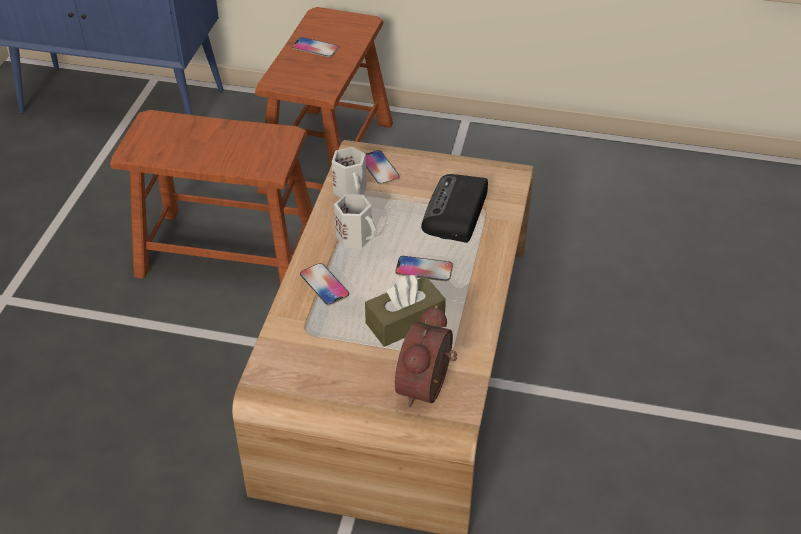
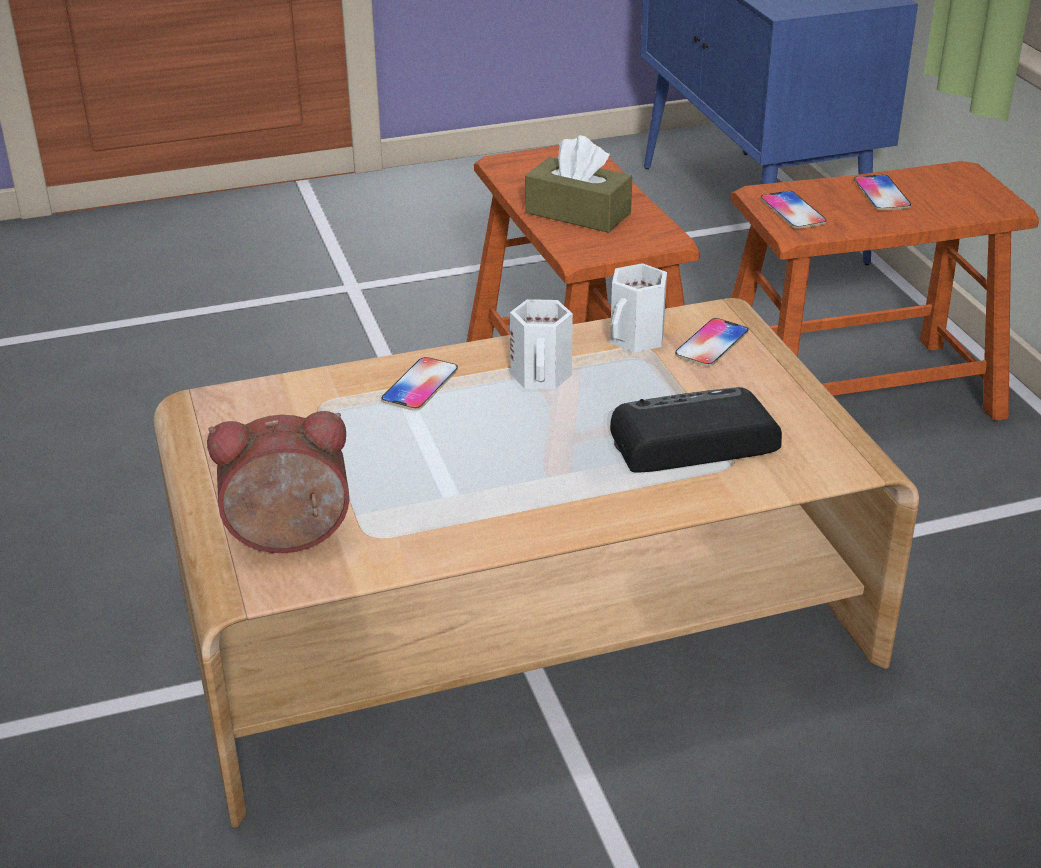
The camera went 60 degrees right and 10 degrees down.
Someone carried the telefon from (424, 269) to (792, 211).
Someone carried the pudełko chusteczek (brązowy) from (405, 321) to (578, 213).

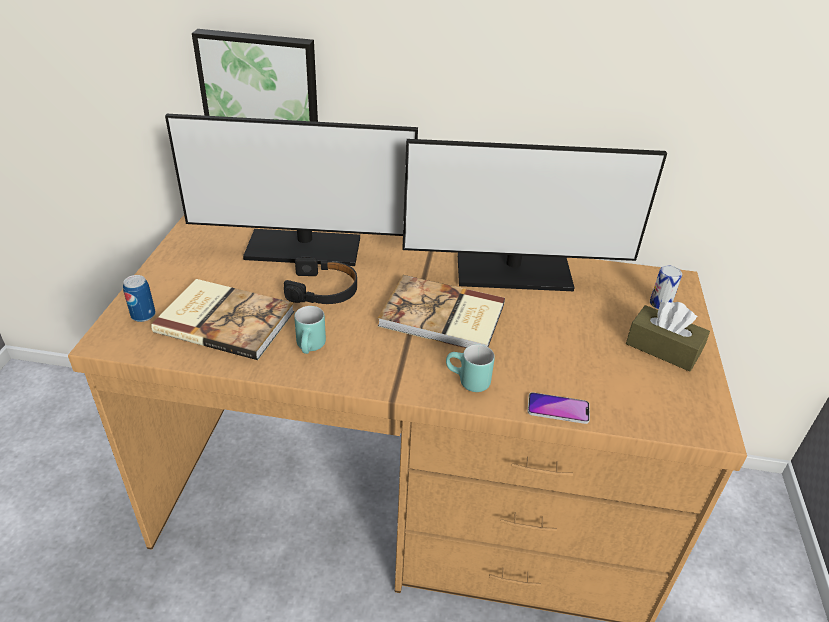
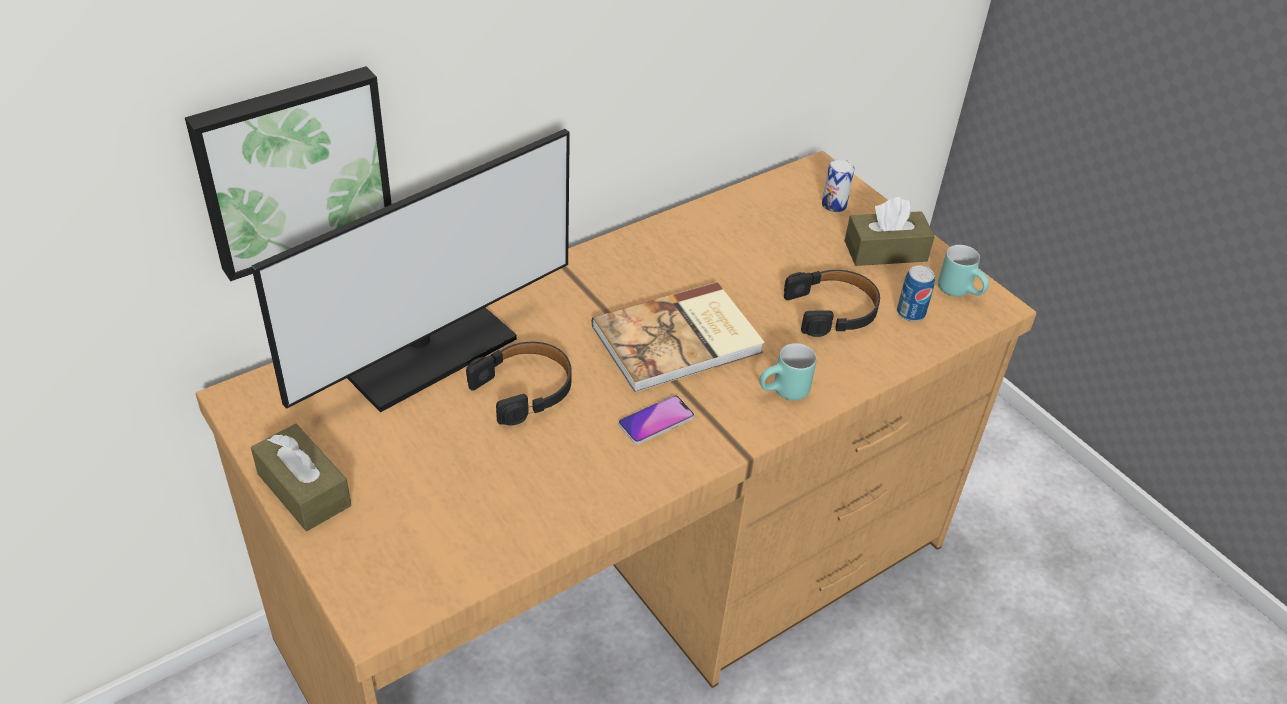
The camera went 45 degrees left and 5 degrees up.
Someone took away the monitor at (513, 273).
Someone carried the puszka from (143, 315) to (910, 313).
Someone took away the książka at (225, 320).
Someone carried the kubek (turkusowy) from (312, 348) to (961, 291).
Someone carried the telefon from (558, 409) to (656, 421).
Someone put down the słuchawki (czarny) at (832, 310).
Someone put down the pudełko chusteczek (brązowy) at (304, 490).

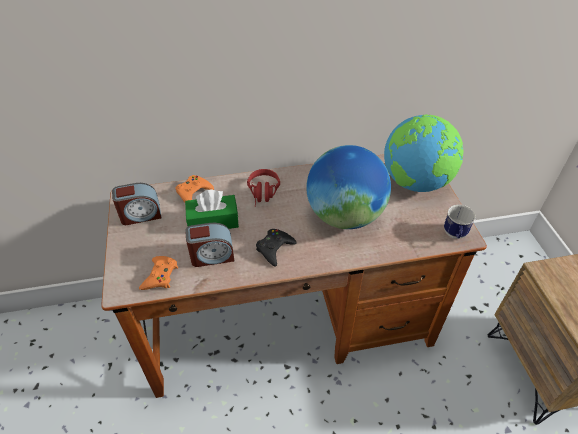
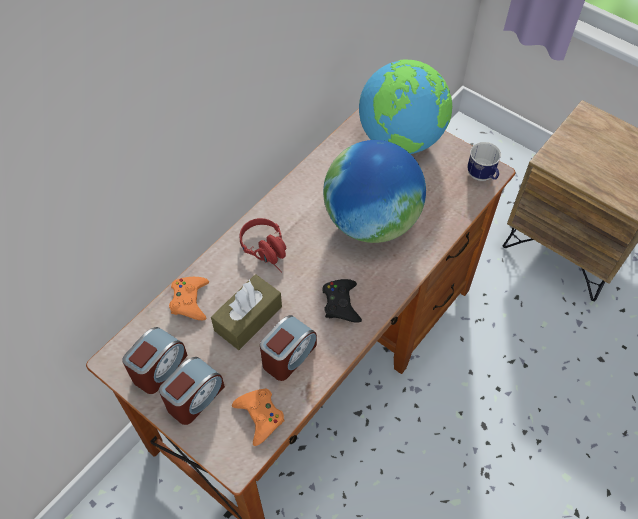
The camera went 40 degrees left and 10 degrees up.
Someone repainted the pudełko chusteczek (zielony) at (213, 221), which became the pudełko chusteczek (brązowy) at (248, 318).
Someone put down the budzik at (195, 398).

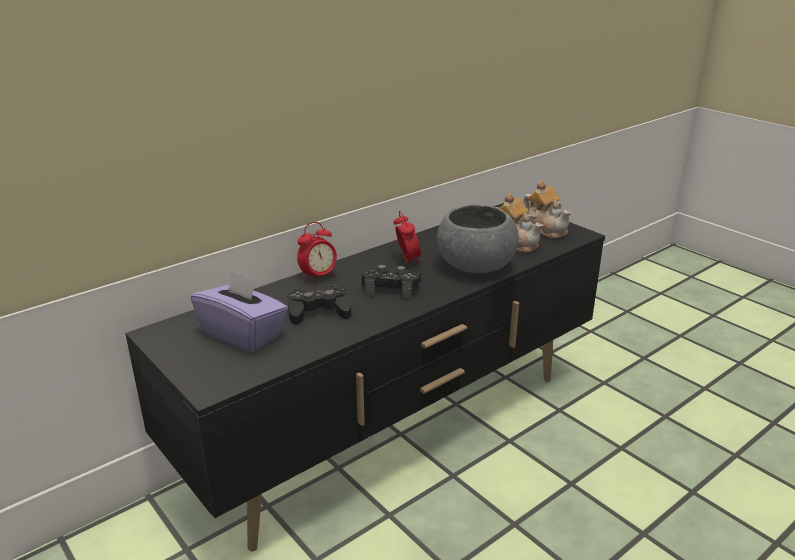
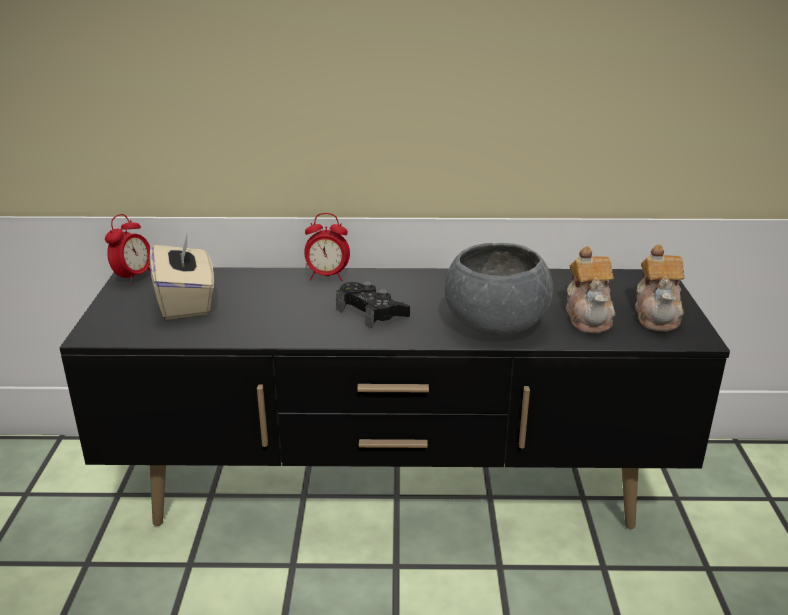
The camera went 40 degrees right and 0 degrees up.
Someone carried the budzik from (407, 261) to (133, 277).
Someone repainted the pudełko chusteczek (fioletowy) at (243, 334), which became the pudełko chusteczek (beżowy) at (186, 302).
Someone took away the pad do gier (czarny) at (319, 311).

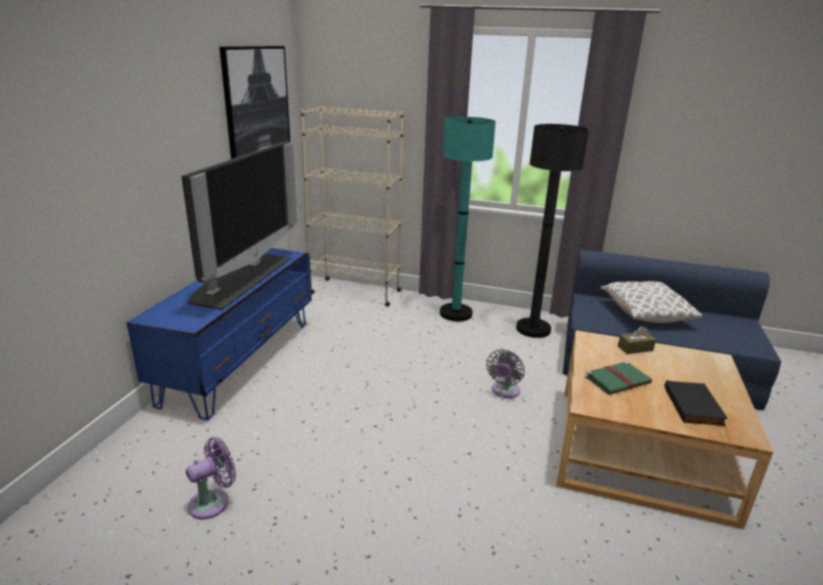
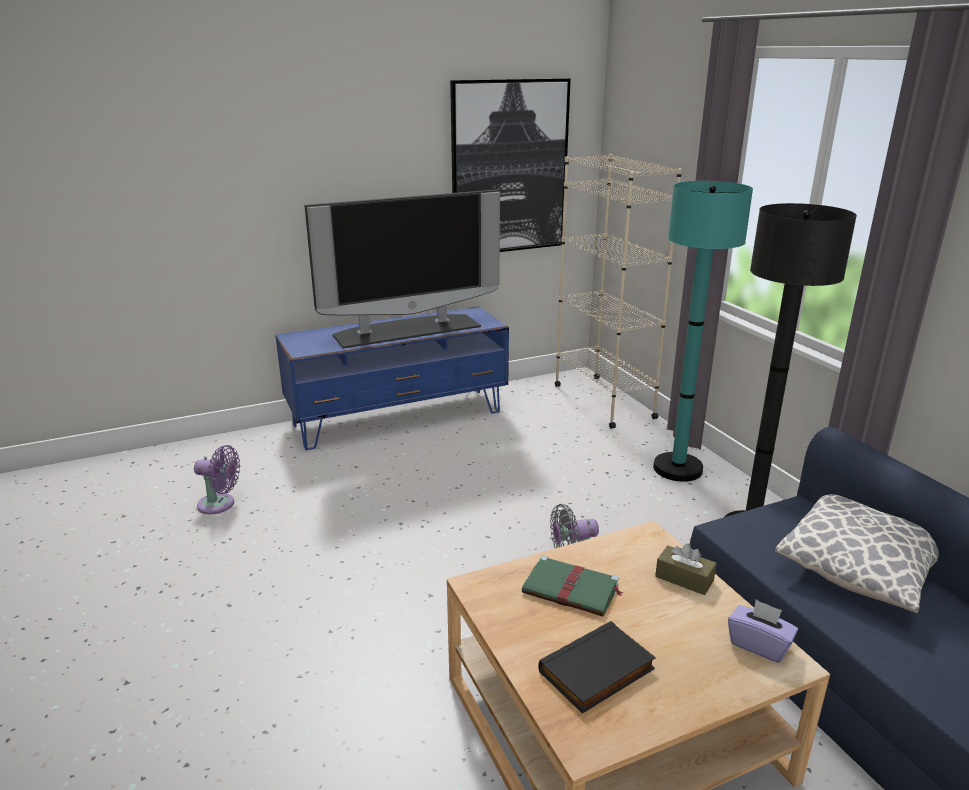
The camera went 50 degrees right and 0 degrees up.
Someone put down the pudełko chusteczek (fioletowy) at (759, 645).

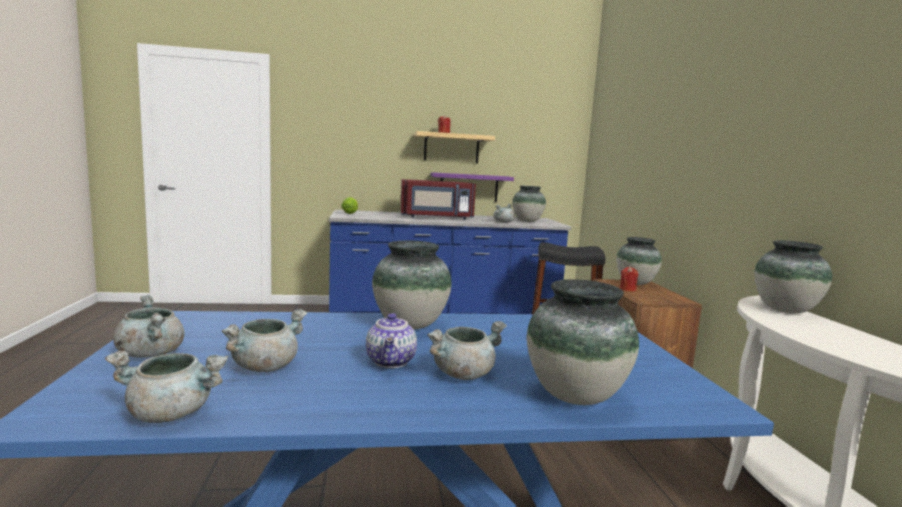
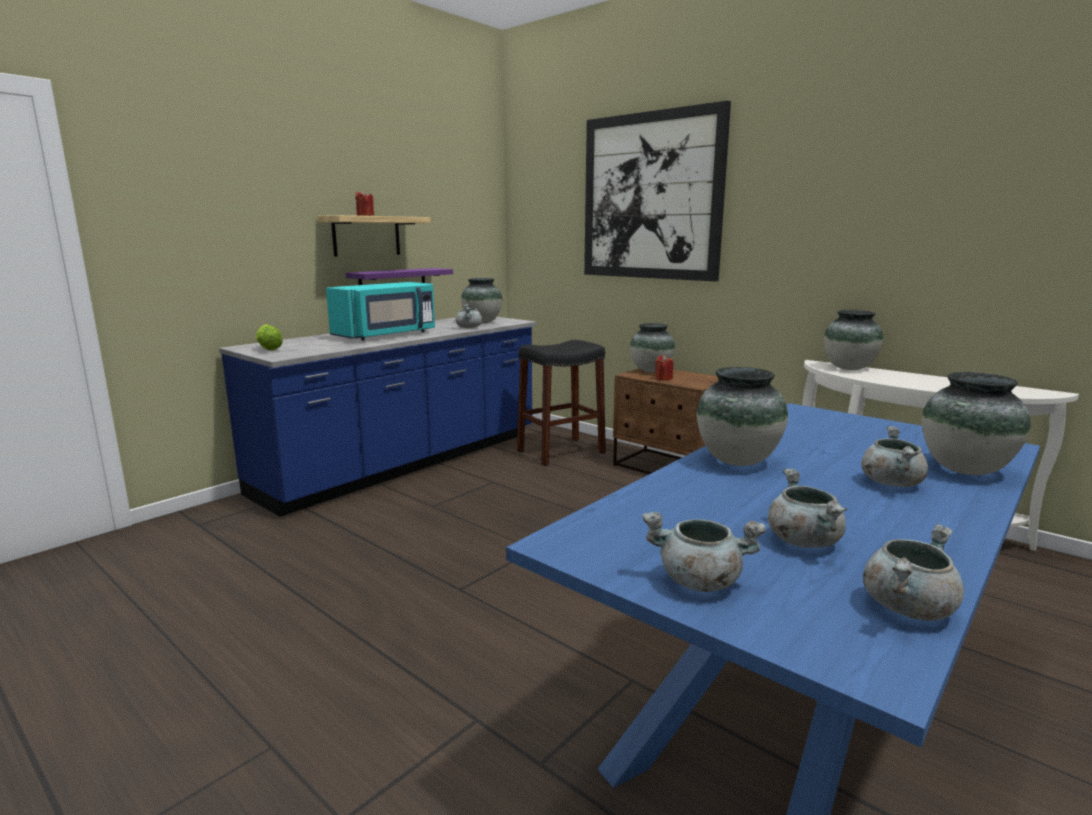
The camera went 40 degrees left and 5 degrees up.
Someone repainted the mikrofalówka (czerwony) at (436, 217), which became the mikrofalówka (turkusowy) at (387, 335).
Someone took away the imbryk at (392, 362).
Someone put up the obraz at (651, 197).

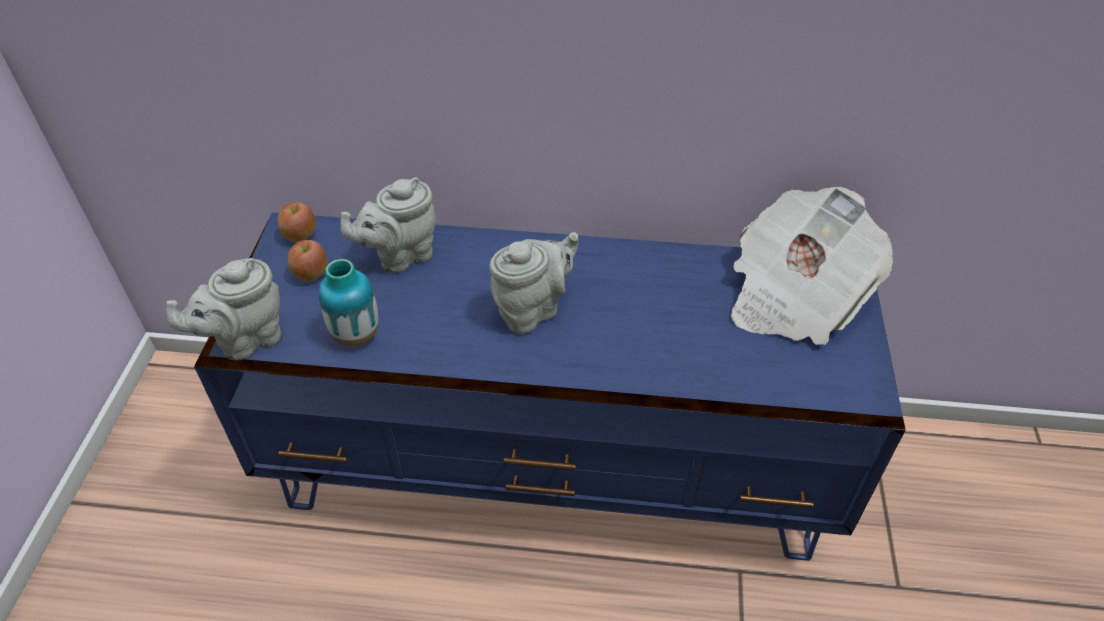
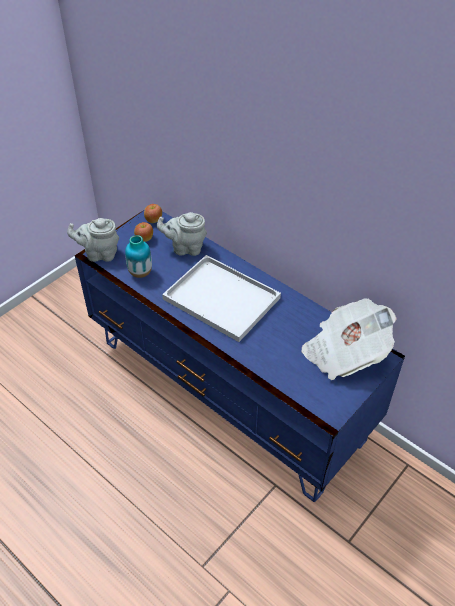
The camera went 35 degrees right and 0 degrees up.
Someone swapped the imbryk (szary) at (533, 309) for the taca (biały) at (219, 298).

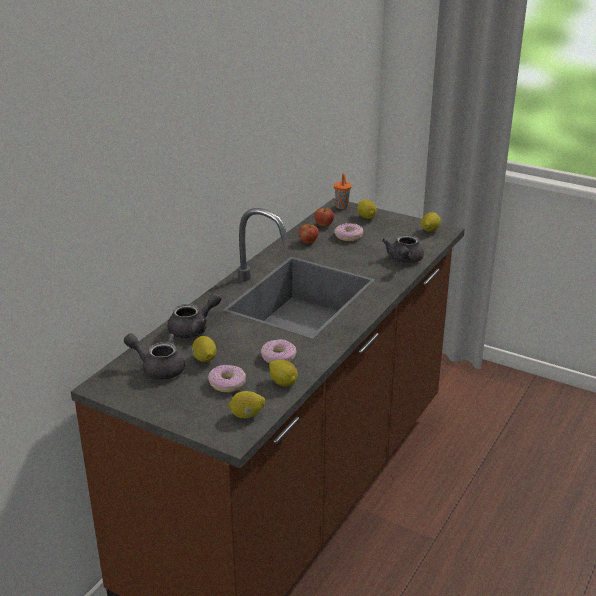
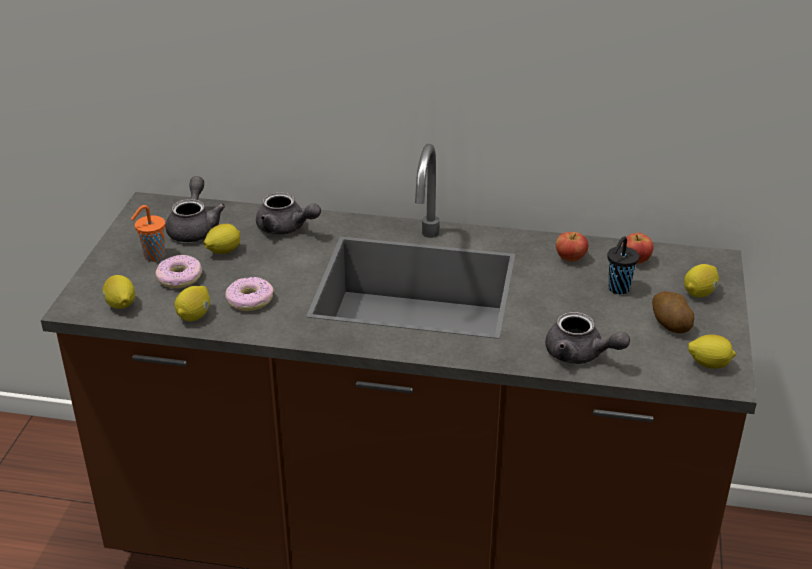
The camera went 70 degrees right and 5 degrees up.
Someone carried the filiżanka (pomarańczowy) from (342, 207) to (153, 257).
Someone swapped the donut at (349, 236) for the filiżanka (czarny) at (618, 289).
Someone rotated the imbryk (szary) at (404, 260) by 135 degrees counterclockwise.
Someone put down the ziemniak at (669, 324).

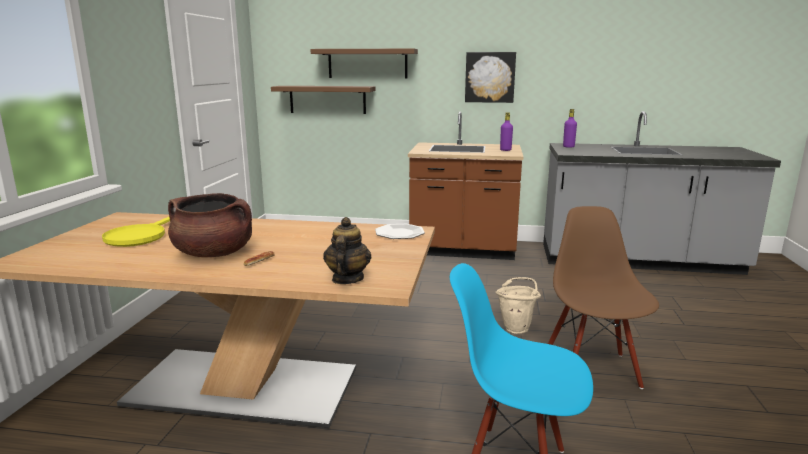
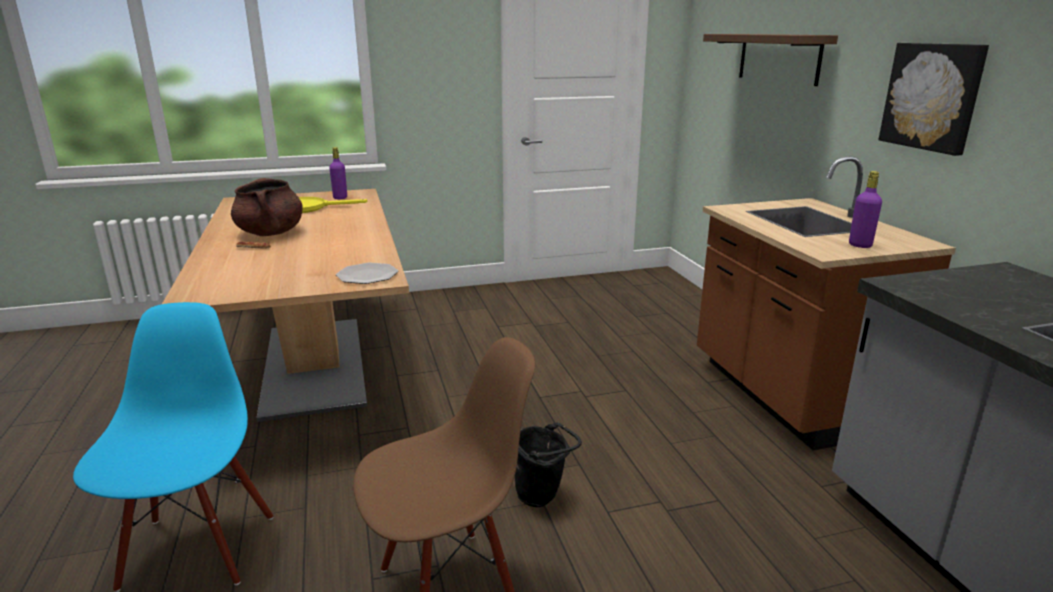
The camera went 65 degrees right and 5 degrees up.
Someone took away the półka (brązowy) at (327, 99).
Someone carried the butelka (fioletowy) from (568, 147) to (340, 198).
Someone took away the imbryk at (347, 279).
Someone repainted the wiadro (beżowy) at (517, 328), which became the wiadro (czarny) at (543, 497).

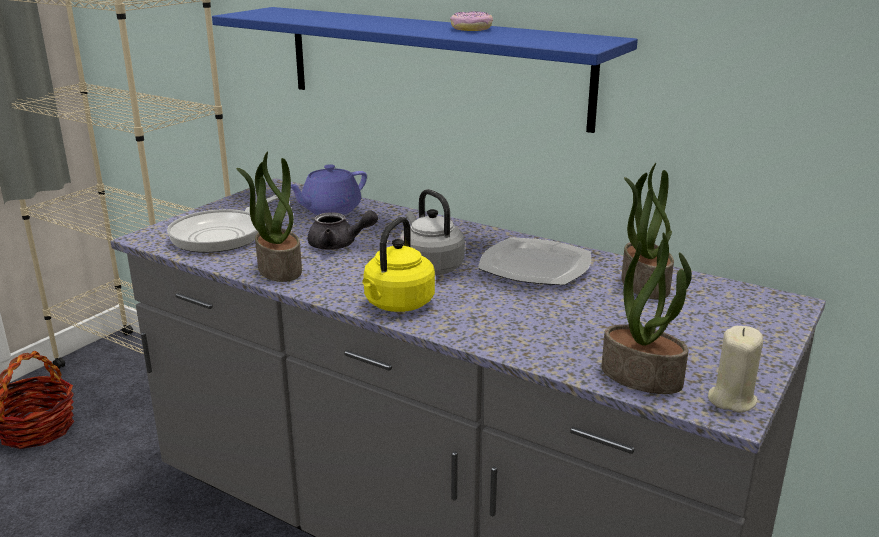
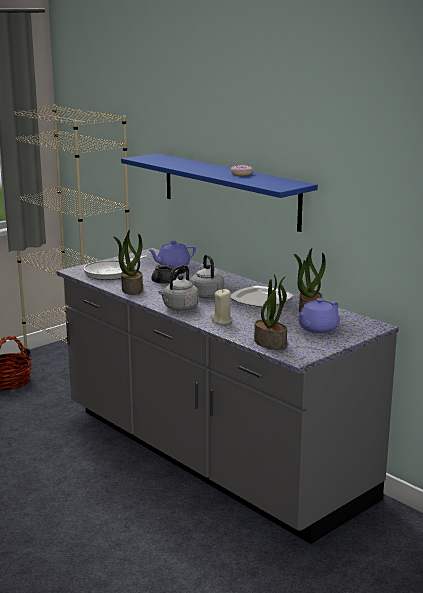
The camera went 15 degrees right and 5 degrees down.
Someone repainted the czajnik (żółty) at (397, 304), which became the czajnik (szary) at (179, 308).
Someone carried the świeca (beżowy) from (731, 399) to (222, 321).
Someone put down the imbryk (fioletowy) at (317, 329).

